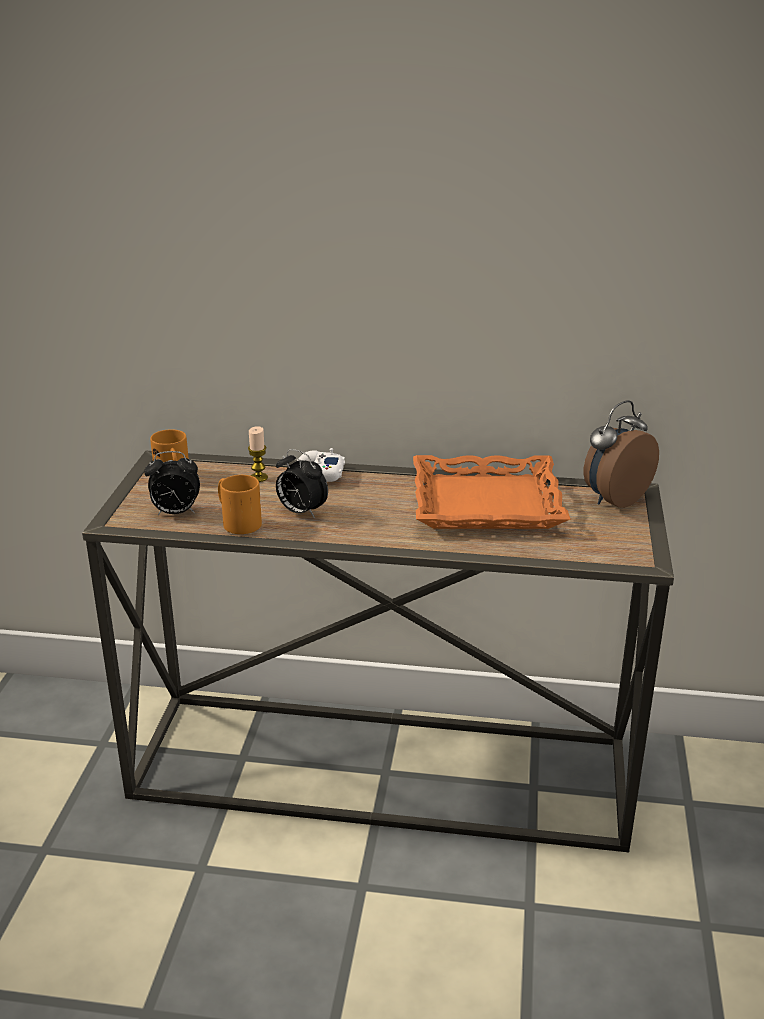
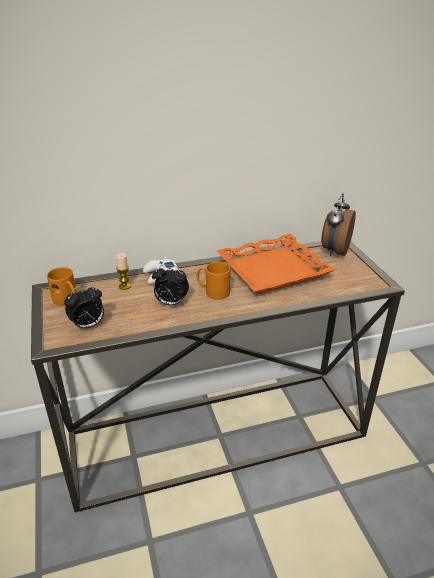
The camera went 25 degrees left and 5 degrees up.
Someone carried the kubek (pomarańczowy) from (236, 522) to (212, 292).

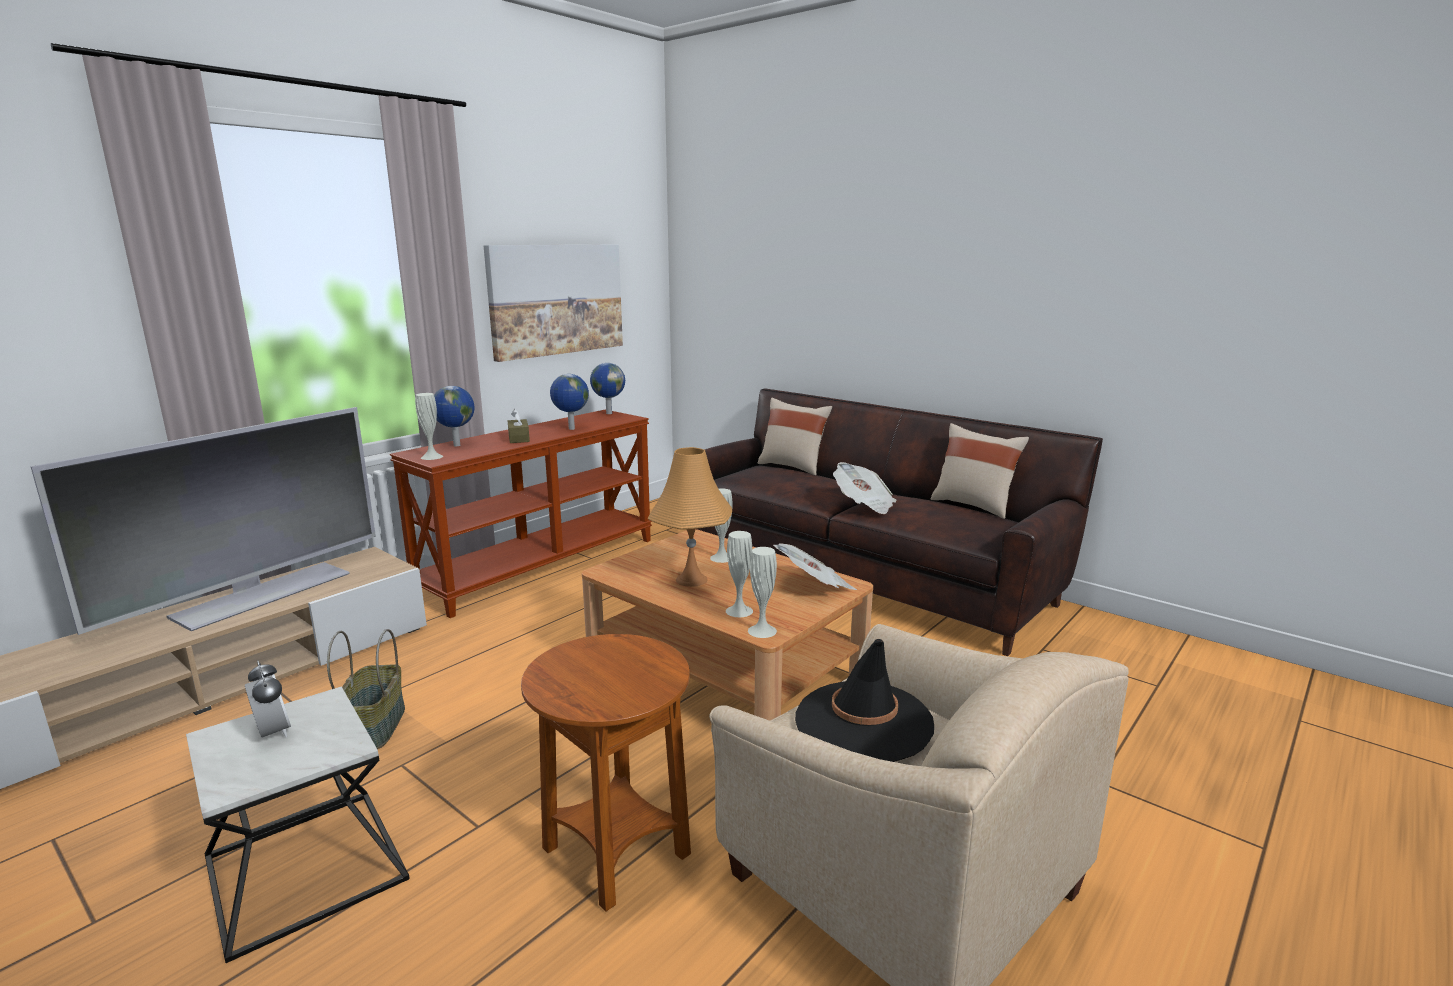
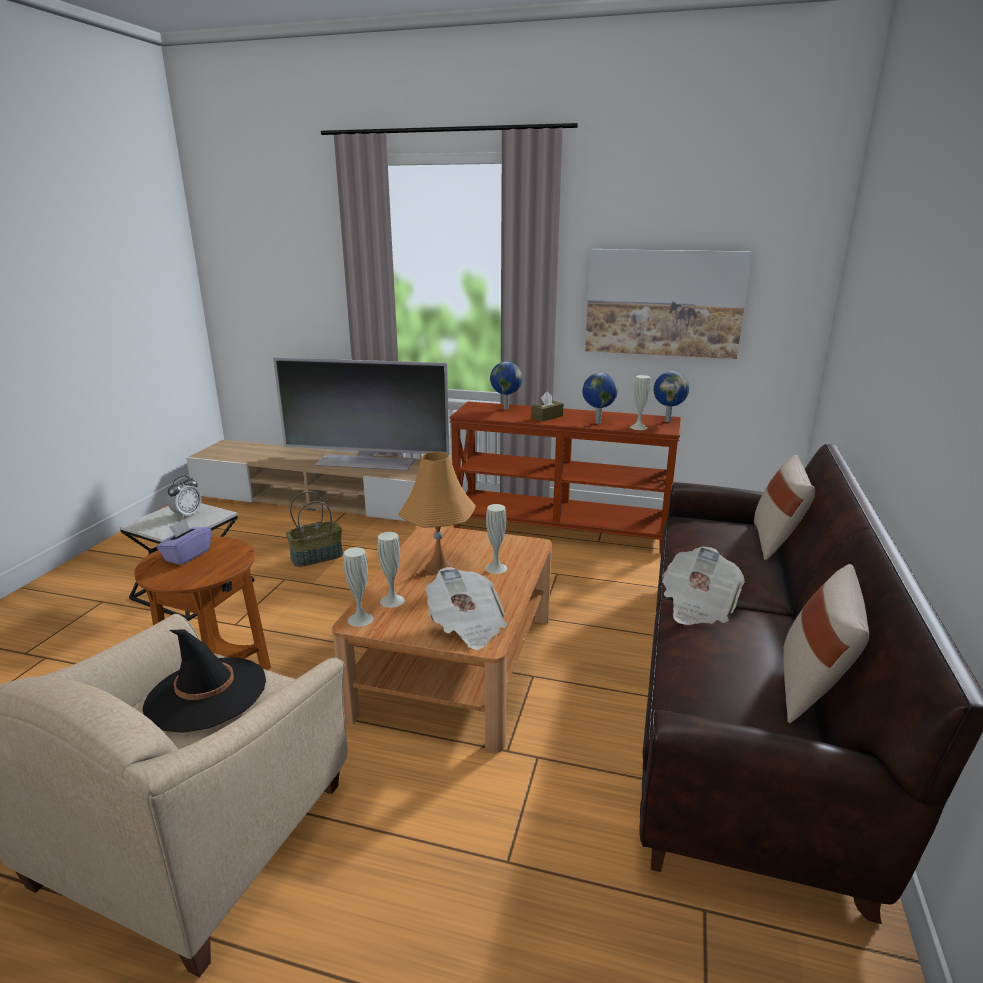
The camera went 65 degrees right and 5 degrees up.
Someone carried the wazon (biały) from (432, 457) to (638, 427).
Someone put down the pudełko chusteczek (fioletowy) at (187, 555).

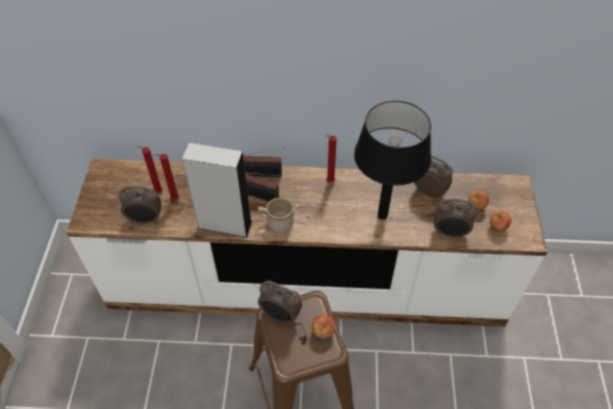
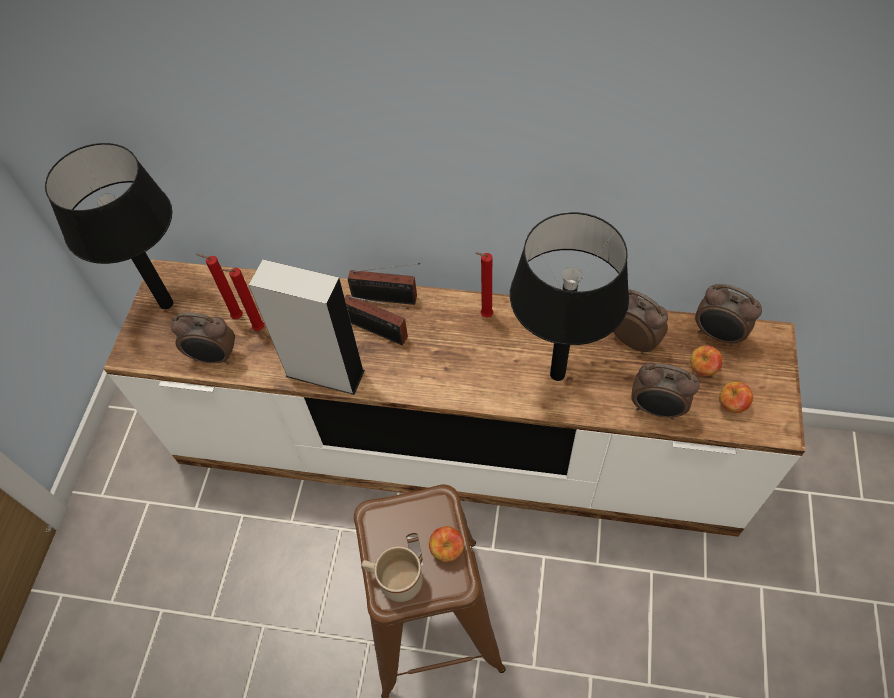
The camera went 10 degrees right and 5 degrees up.
Someone carried the kubek (beżowy) from (276, 222) to (394, 580).
Someone carried the budzik from (280, 315) to (717, 335).
Someone put down the lampa stołowa (czarny) at (167, 303).

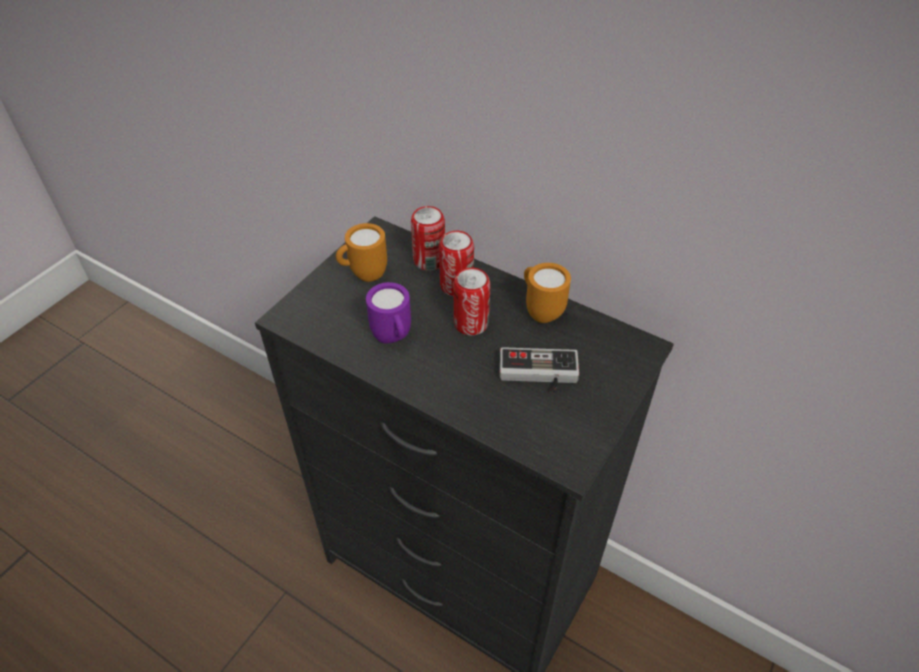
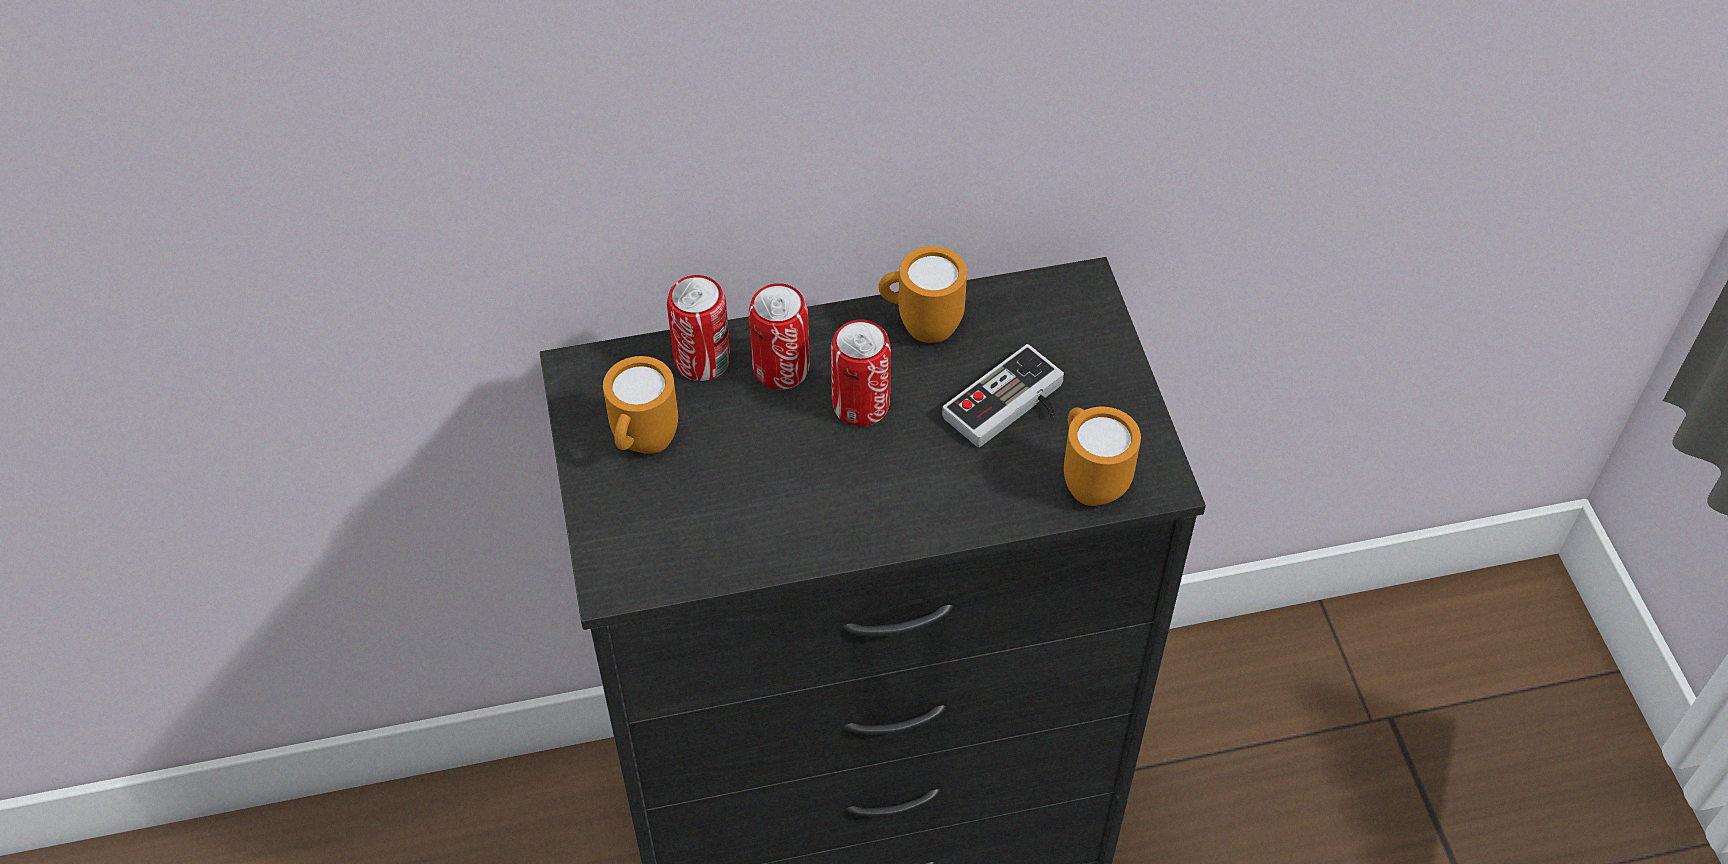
The camera went 45 degrees left and 5 degrees up.
Someone took away the kubek (fioletowy) at (393, 339).
Someone put down the kubek (pomarańczowy) at (1089, 480).

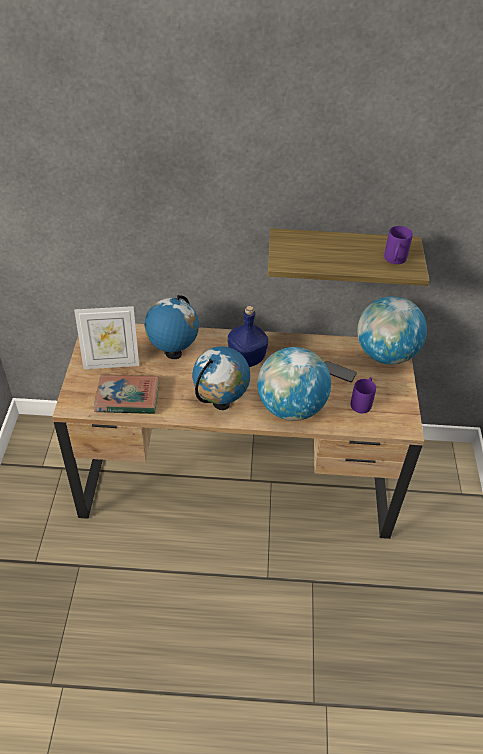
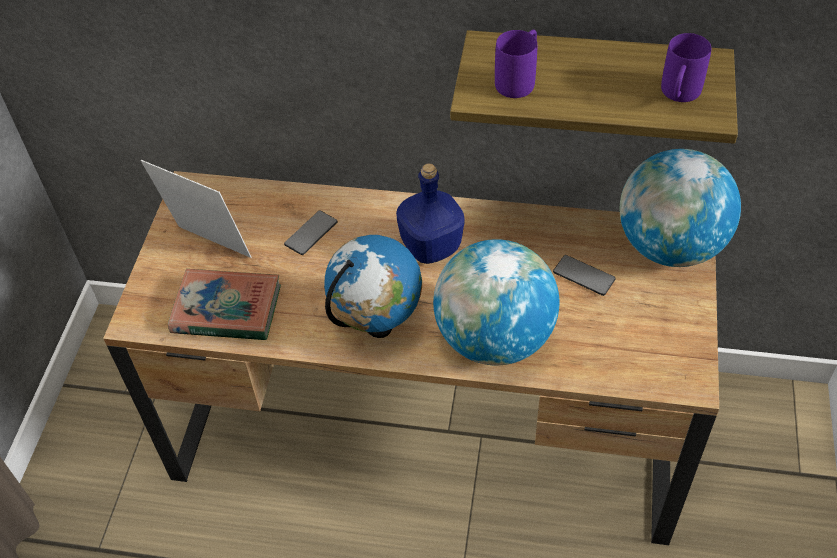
The camera went 10 degrees right and 5 degrees up.
Someone swapped the globus at (173, 353) for the telefon at (311, 233).
Someone rotated the ramka na zdjęcie at (111, 363) by 150 degrees counterclockwise.
Someone carried the kubek (fioletowy) from (362, 402) to (519, 79).

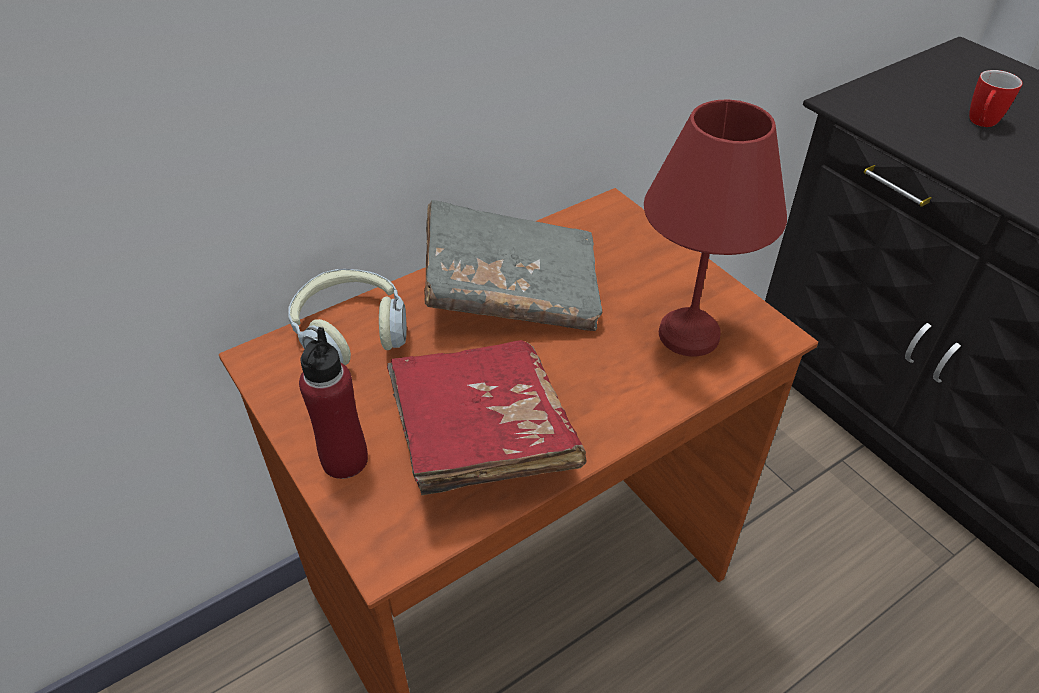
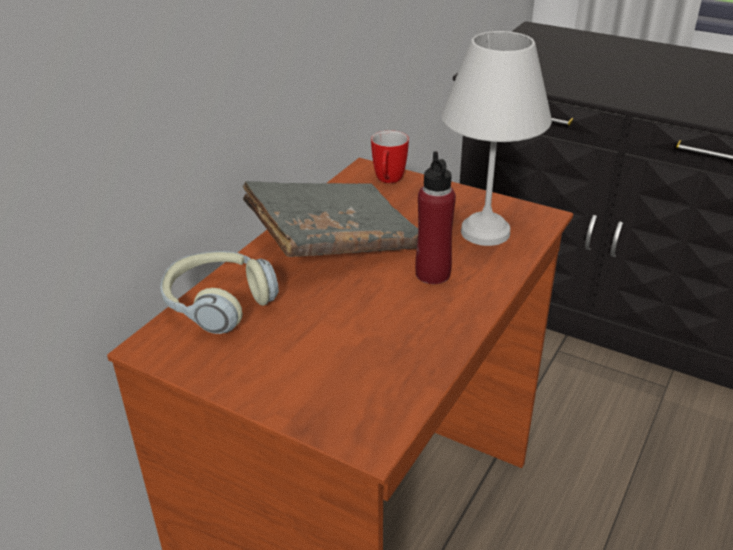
The camera went 25 degrees left and 10 degrees down.
Someone carried the kubek from (980, 124) to (388, 181).
Someone repainted the lampa stołowa (czerwony) at (688, 332), which became the lampa stołowa (biały) at (484, 231).
Someone carried the butelka (czerwony) from (344, 460) to (432, 274).
Someone took away the książka (czerwony) at (480, 435).

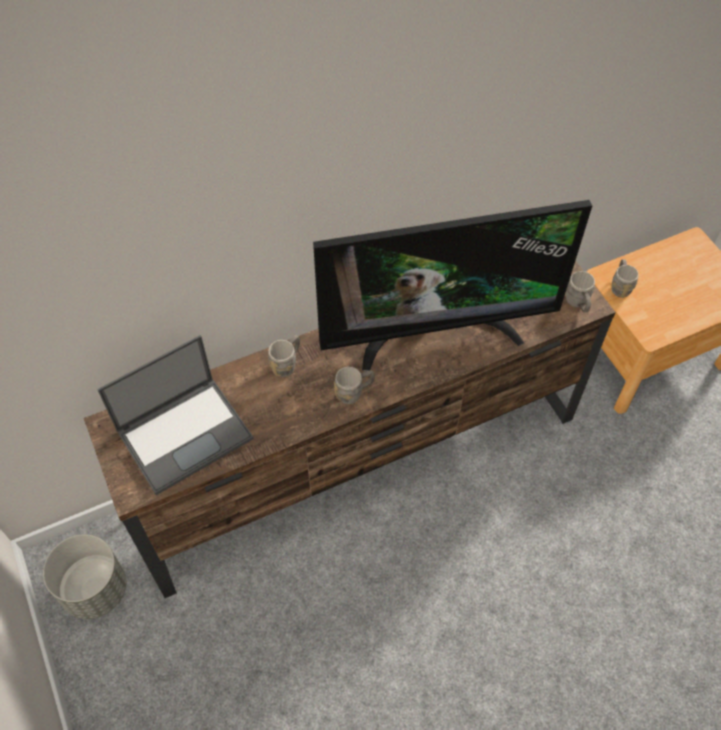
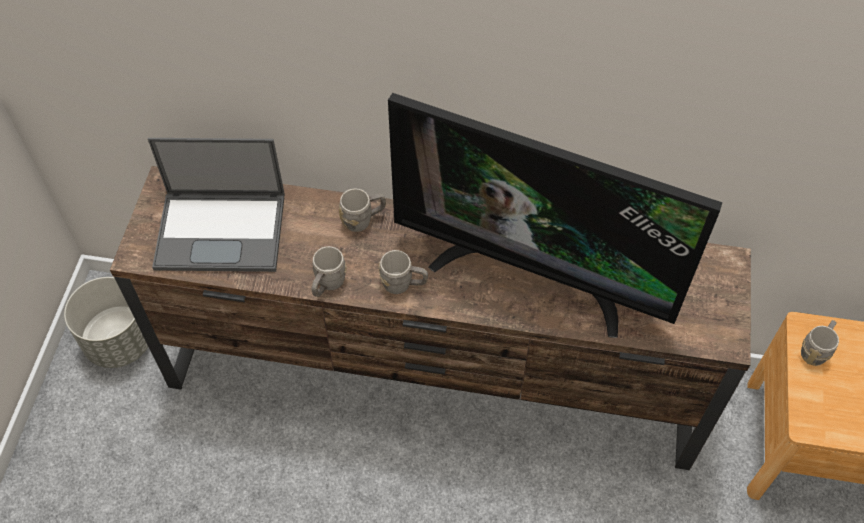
The camera went 35 degrees right and 0 degrees up.
Someone carried the kubek (szary) from (578, 303) to (327, 285).

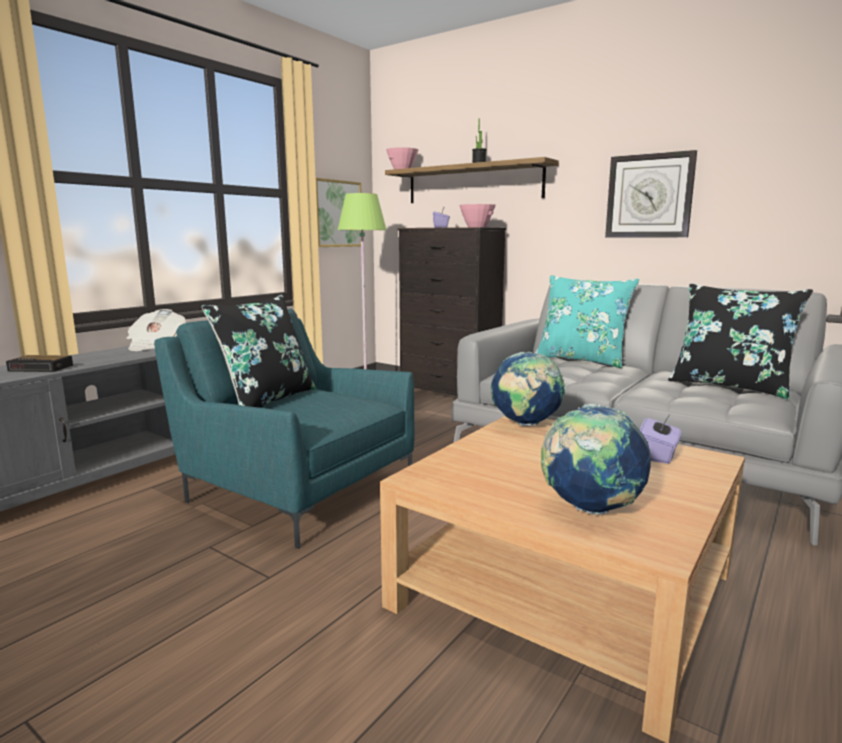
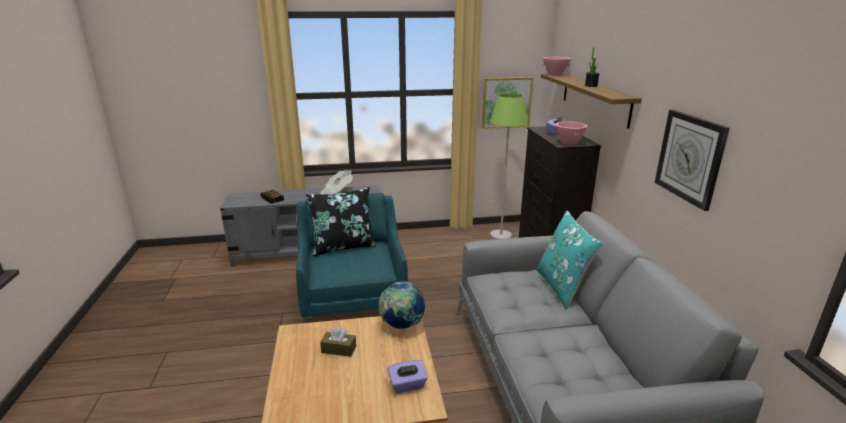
The camera went 45 degrees right and 10 degrees up.
Someone took away the poduszka (czarny) at (730, 386).
Someone took away the globus at (590, 509).
Someone put down the pudełko chusteczek (brązowy) at (339, 349).

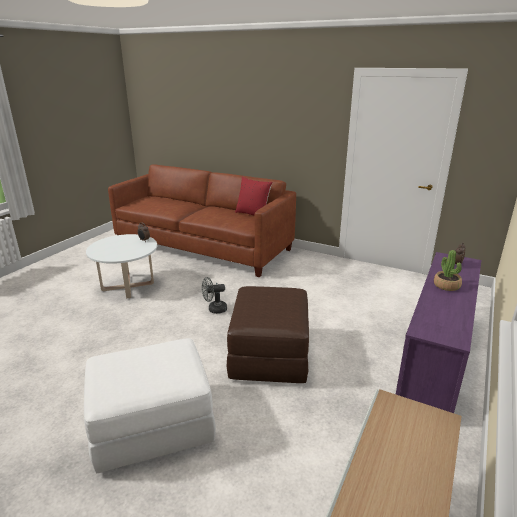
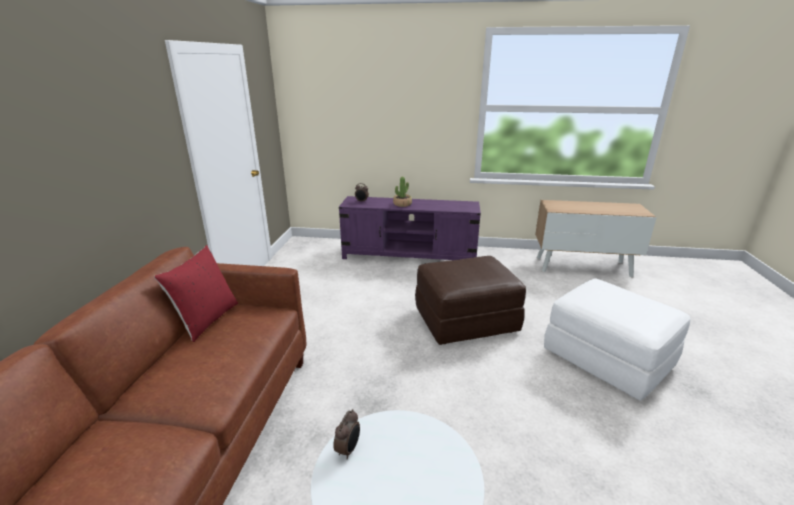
The camera went 110 degrees left and 0 degrees up.
Someone took away the wentylator (szary) at (214, 309).

